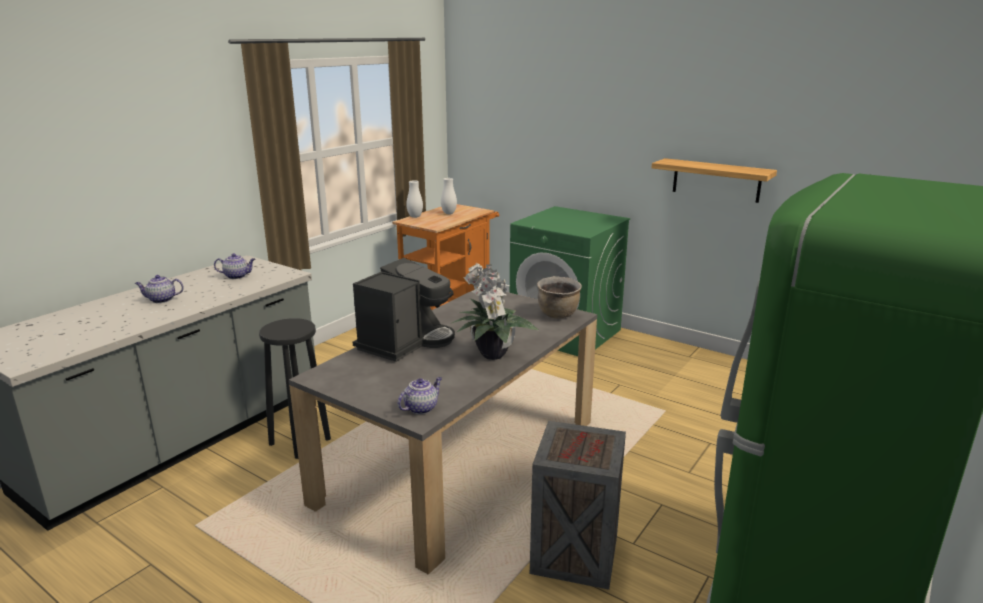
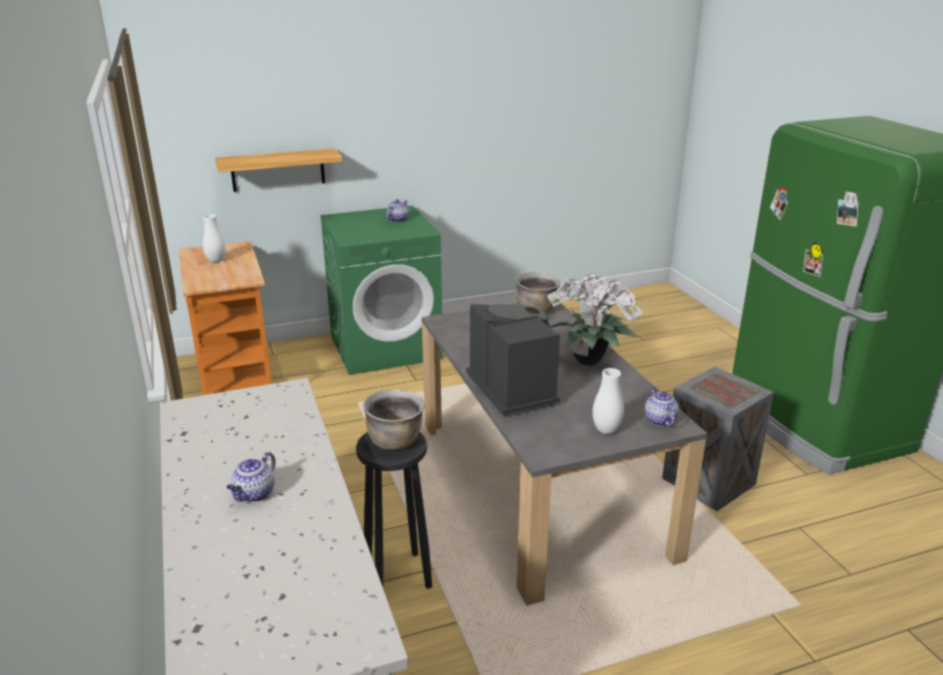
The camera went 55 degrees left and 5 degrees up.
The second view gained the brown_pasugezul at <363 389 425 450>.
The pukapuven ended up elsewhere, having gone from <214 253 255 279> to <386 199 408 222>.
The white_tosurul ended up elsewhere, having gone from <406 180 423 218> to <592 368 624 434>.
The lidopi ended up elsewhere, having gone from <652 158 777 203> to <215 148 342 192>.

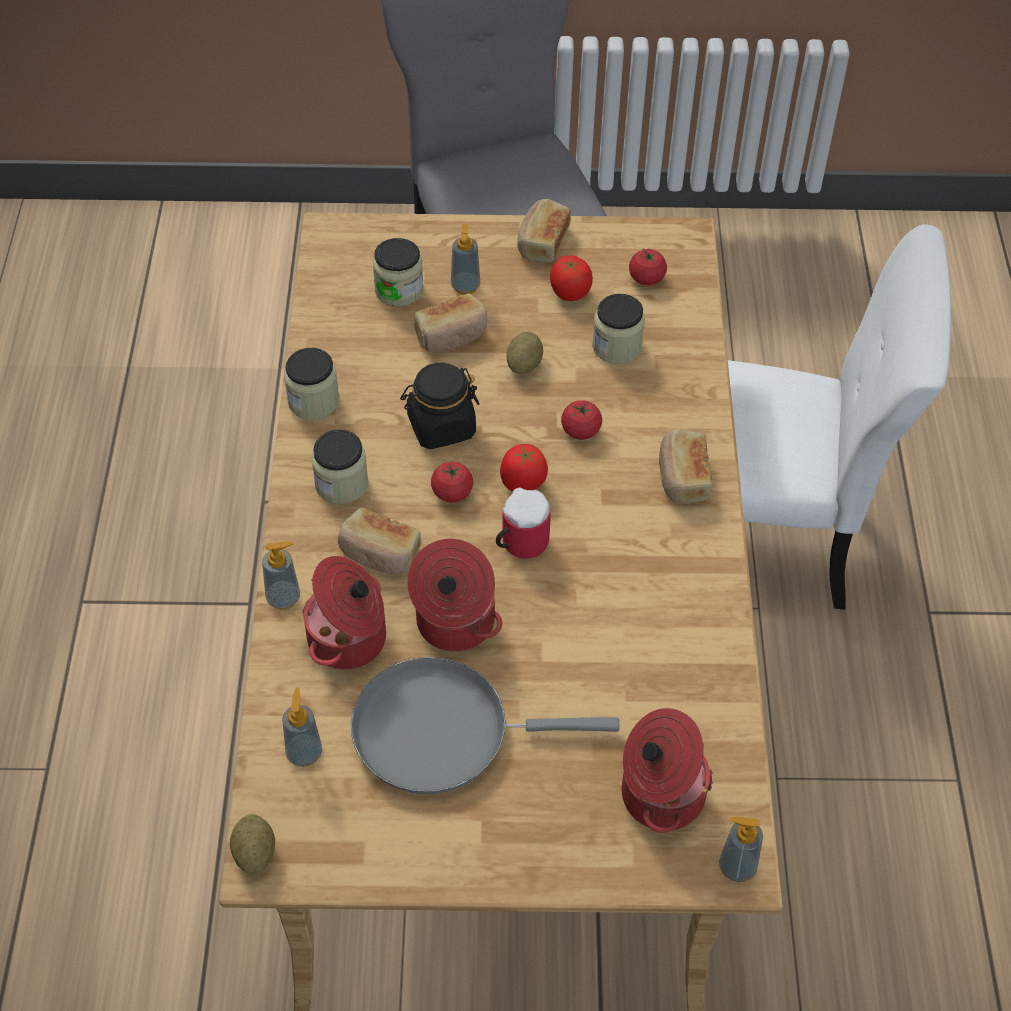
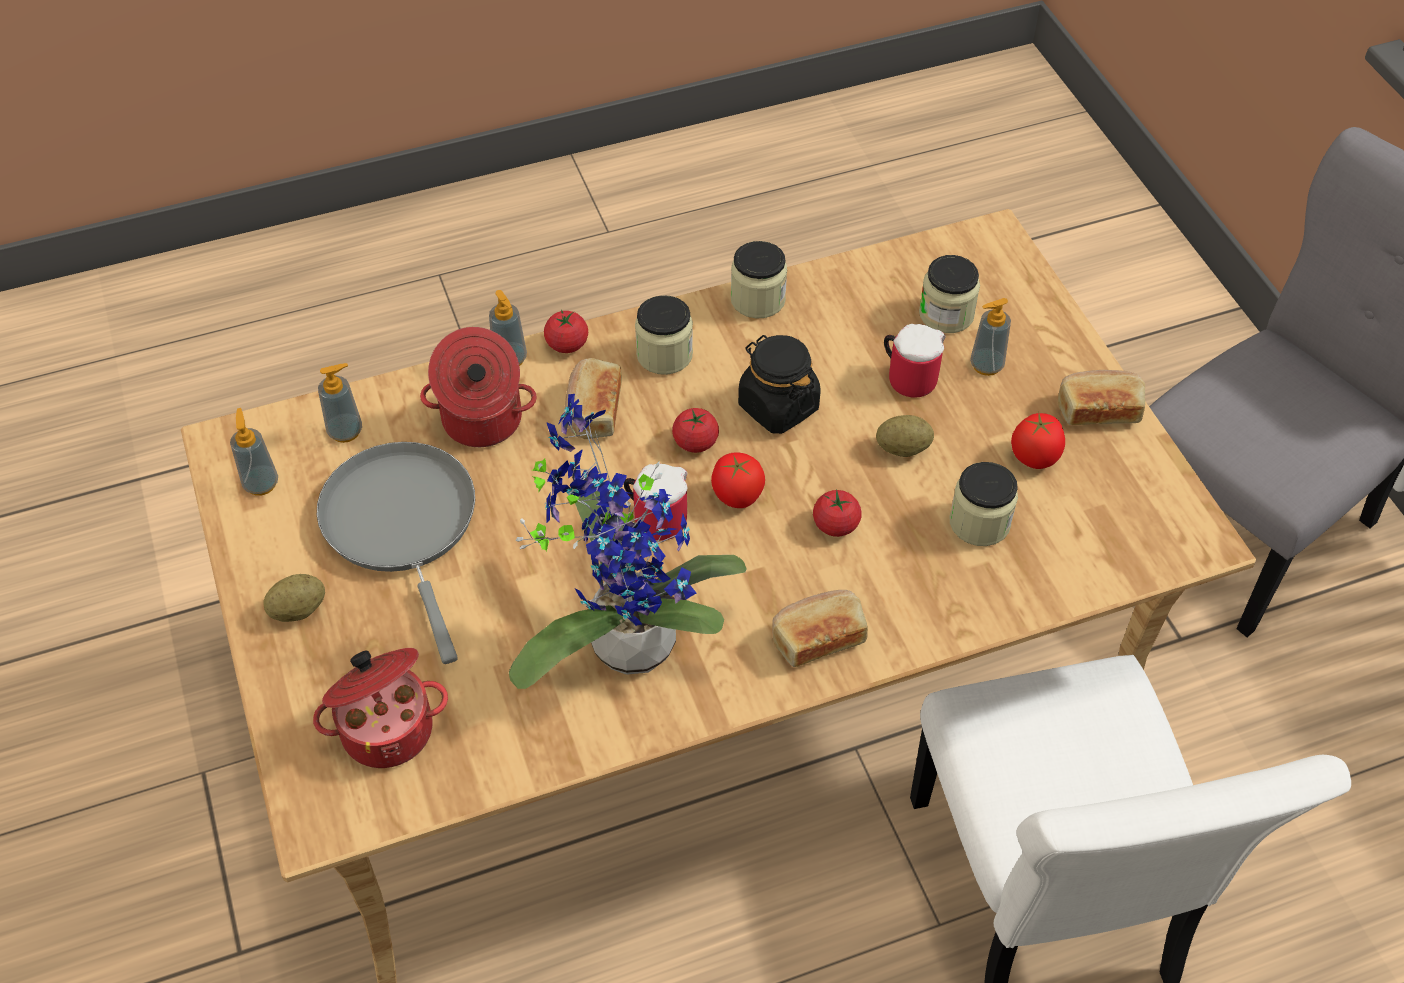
The camera went 70 degrees right and 0 degrees up.
The second view lost the pasugezul at <407 539 502 652>.
The second view gained the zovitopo at <509 394 747 689>.
The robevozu ended up elsewhere, having gone from <230 814 275 874> to <263 574 325 622>.
The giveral ended up elsewhere, having gone from <629 249 667 285> to <544 309 588 353>.
The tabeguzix ended up elsewhere, having gone from <719 817 763 882> to <230 408 278 496>.
Where the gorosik stood at <414 293 487 353>, the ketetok came to stand at <884 324 945 398>.

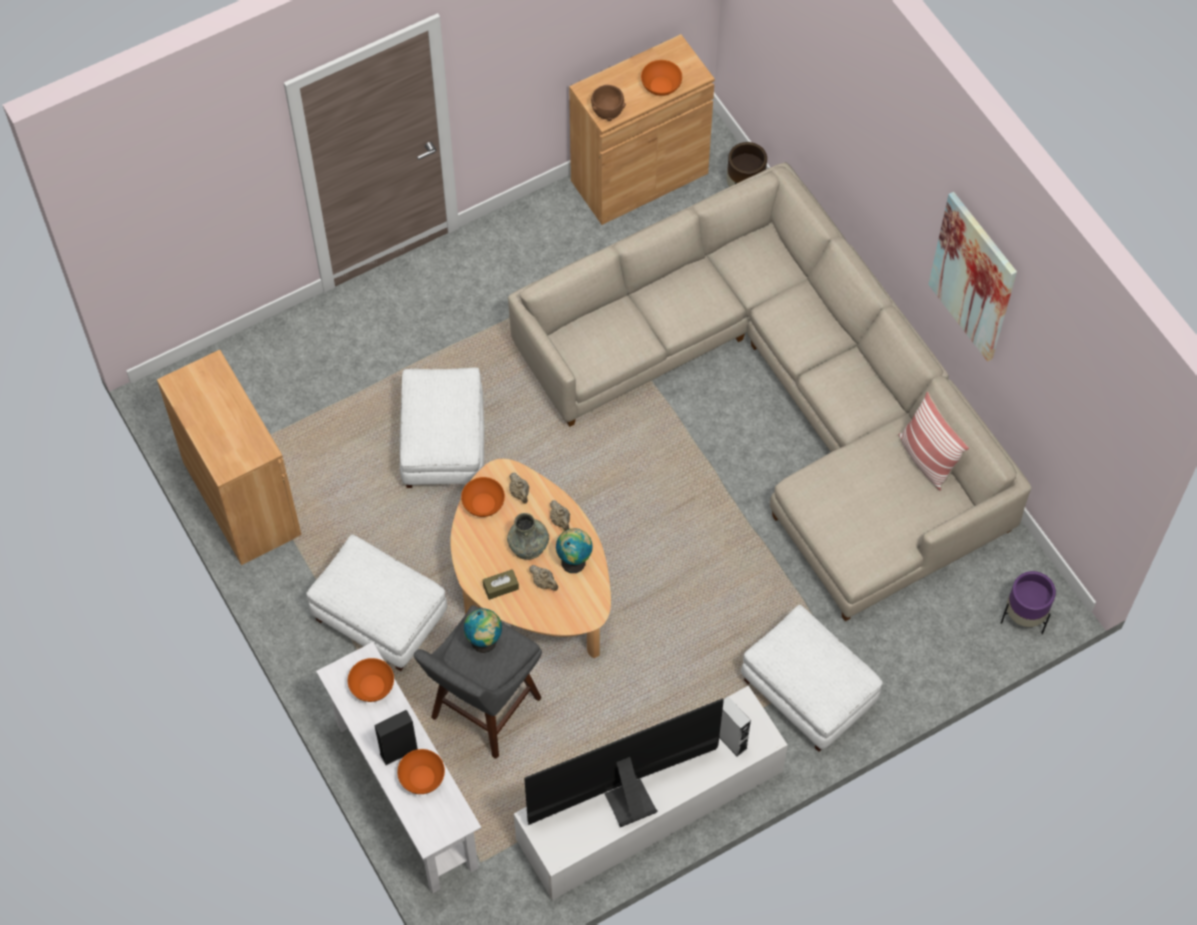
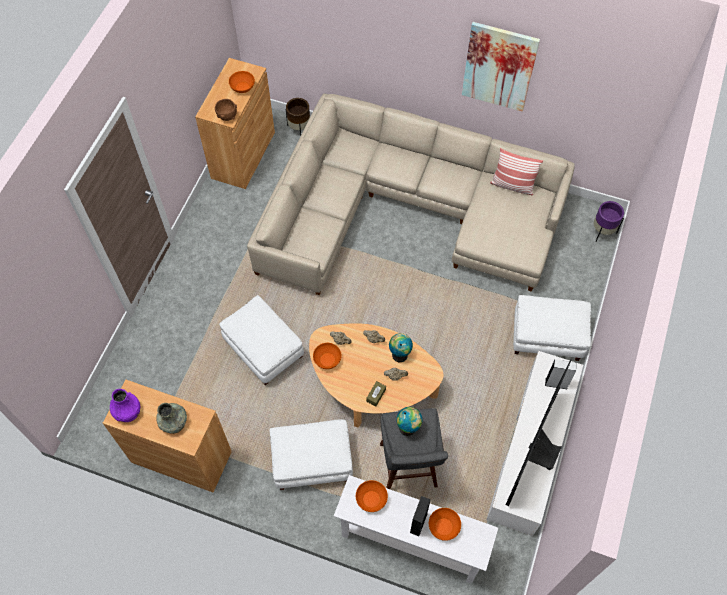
The camera went 40 degrees left and 0 degrees up.
The second view gained the purple_tosurul at <110 389 140 422>.
The grey_tosurul ended up elsewhere, having gone from <507 513 549 560> to <156 403 187 434>.

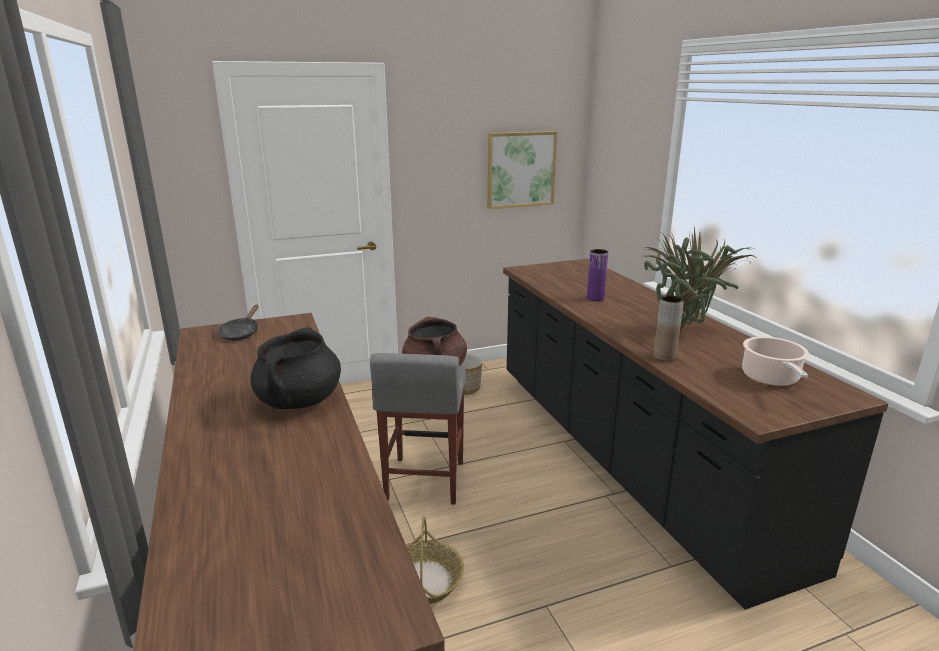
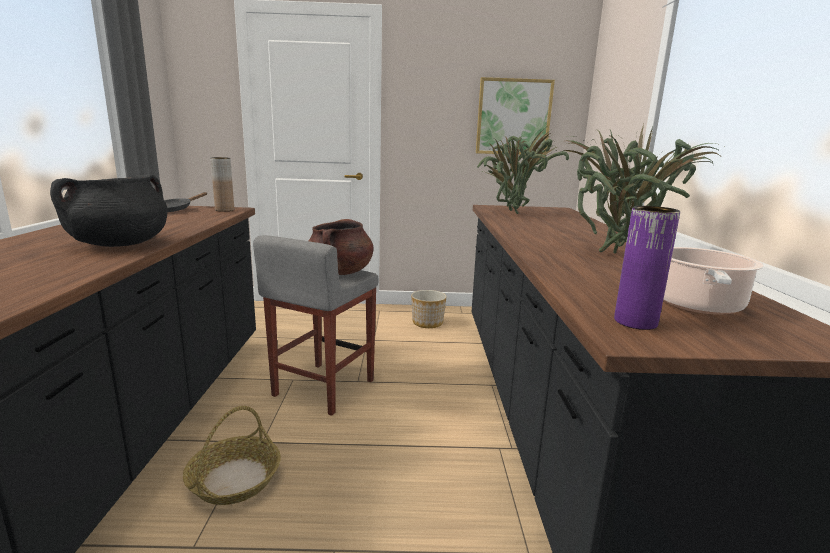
The camera went 20 degrees right and 5 degrees down.
The second view gained the zovitopo at <477 128 569 214>.
The purple_tosurul ended up elsewhere, having gone from <587 249 608 301> to <614 206 680 330>.
The brown_tosurul ended up elsewhere, having gone from <653 295 684 361> to <210 157 234 211>.

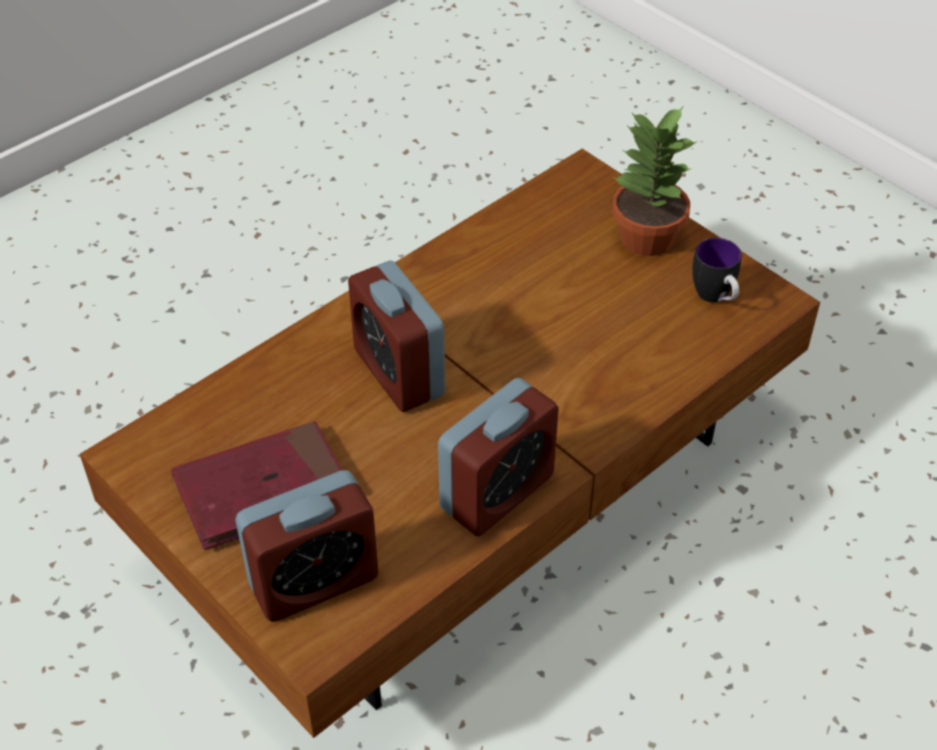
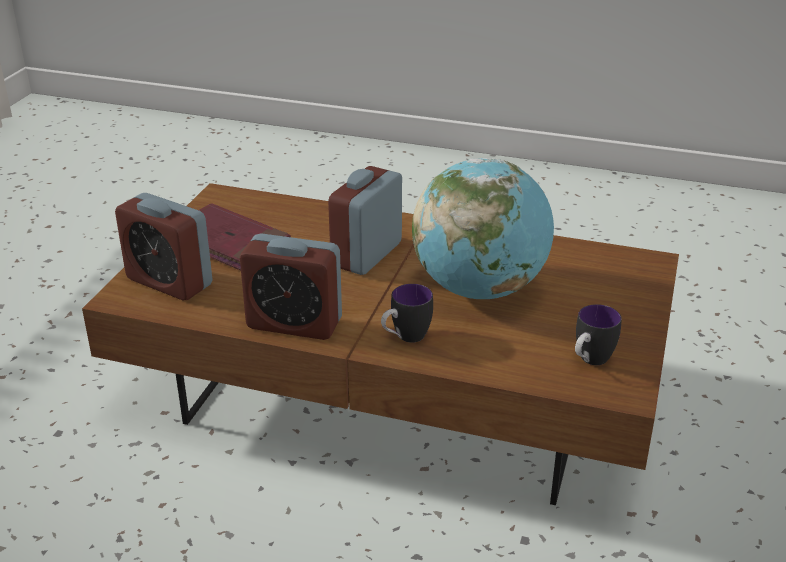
The camera went 60 degrees right and 15 degrees down.
The second view lost the zovitopo at <612 107 698 256>.
The second view gained the ketetok at <381 284 433 343>.
The second view gained the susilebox at <412 158 554 299>.

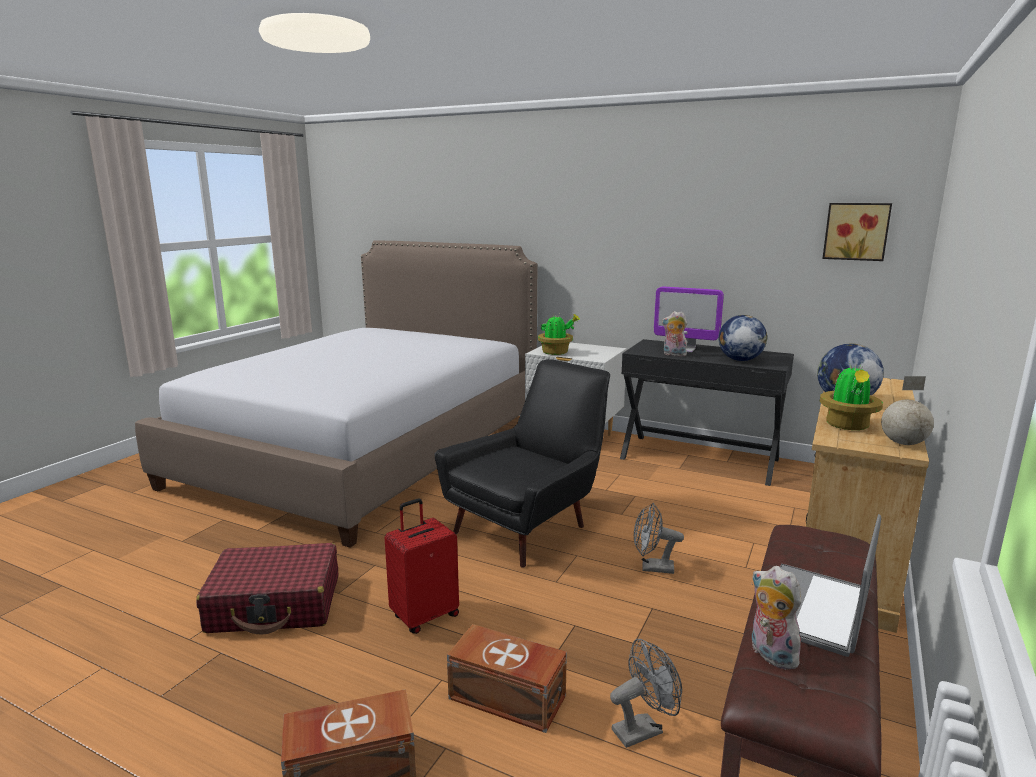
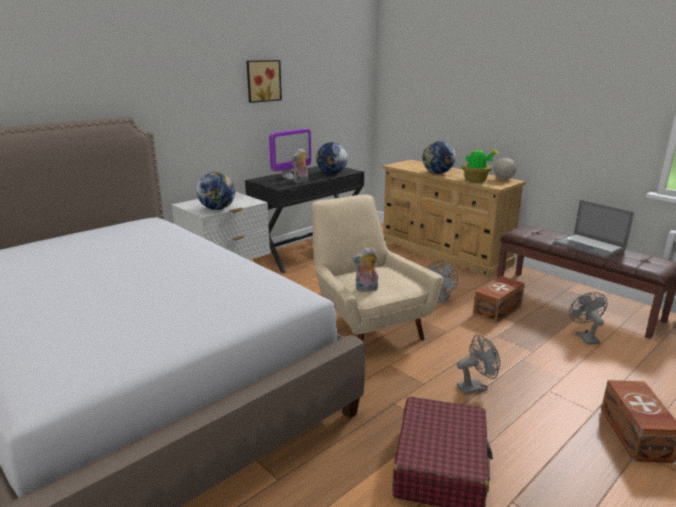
The camera went 70 degrees left and 5 degrees up.
The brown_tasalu ended up elsewhere, having gone from <447 624 567 733> to <473 276 525 323>.
The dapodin ended up elsewhere, having gone from <751 566 806 670> to <352 247 378 292>.
The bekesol ended up elsewhere, having gone from <822 203 892 261> to <246 60 282 103>.
Where the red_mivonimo stood at <385 499 459 634>, the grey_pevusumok came to stand at <457 335 500 395>.
Where the zovitopo stood at <538 313 580 355>, the susilebox came to stand at <196 172 235 210>.
What was the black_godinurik at <435 359 610 568> turned into the beige_godinurik at <312 194 444 341>.

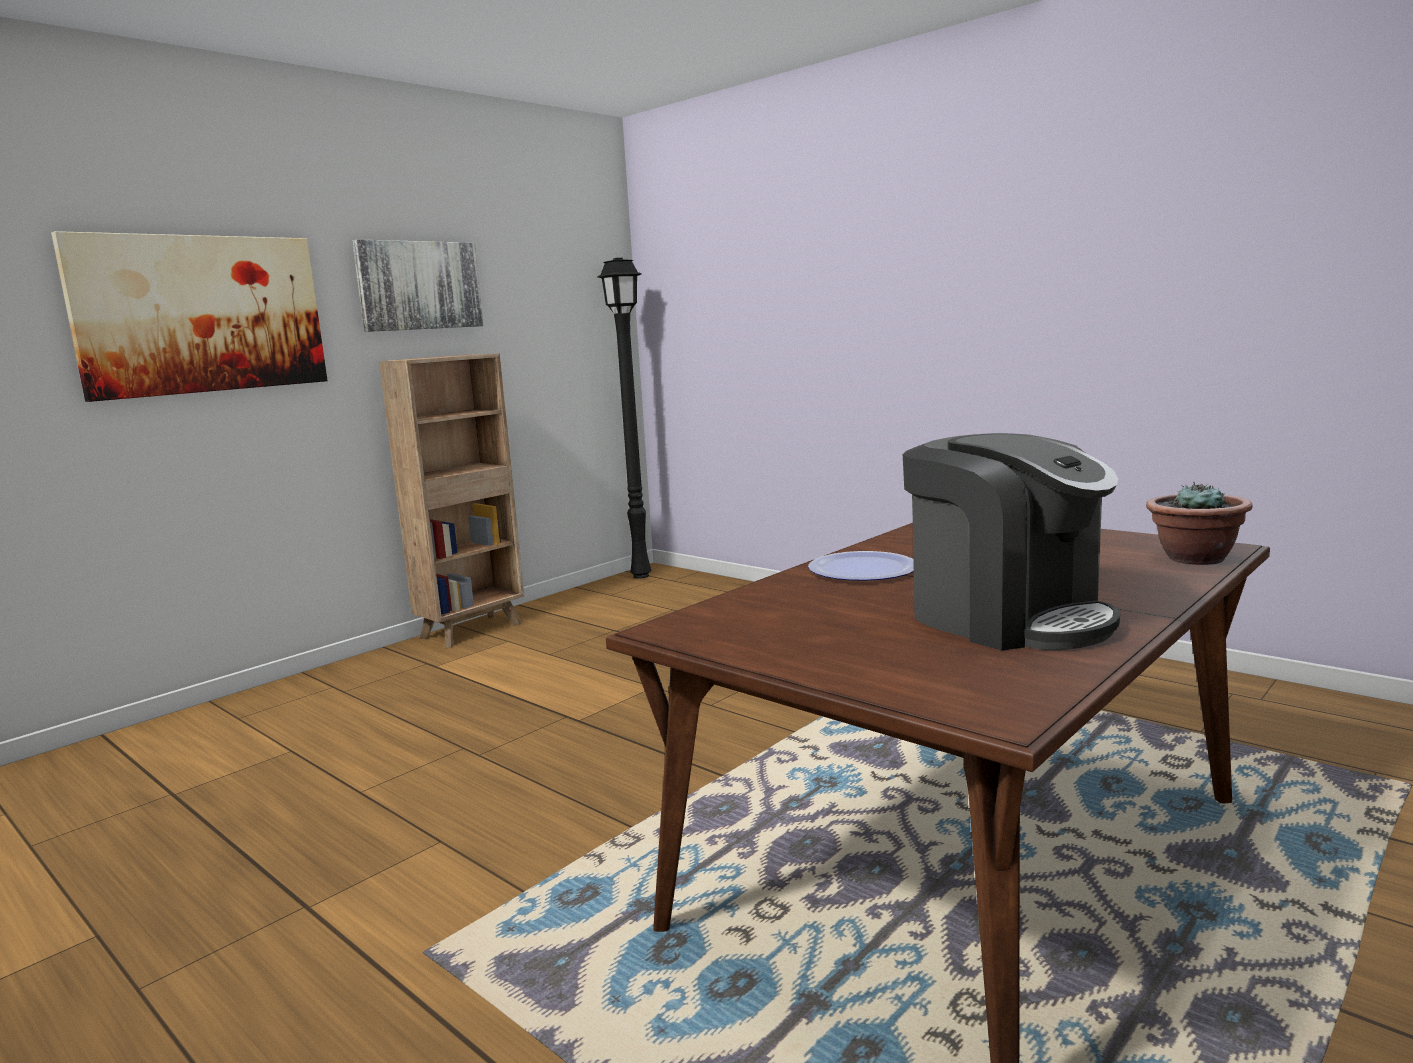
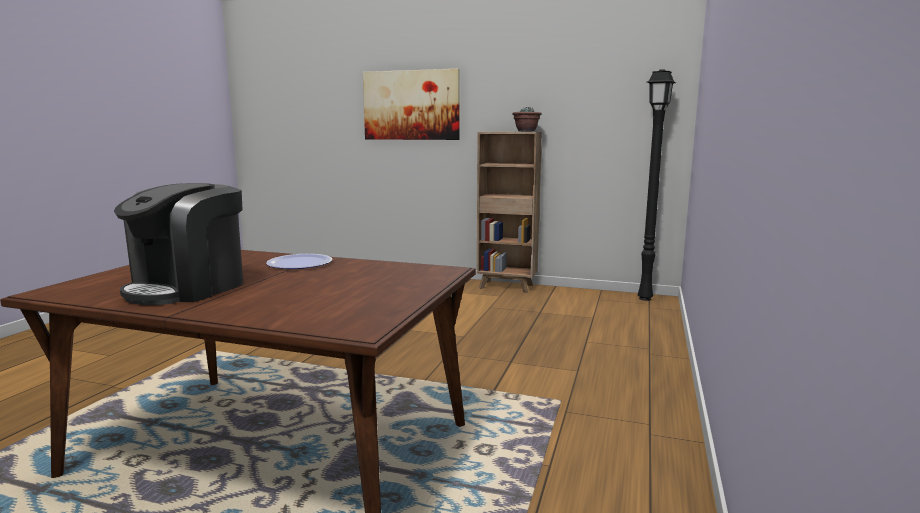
The camera went 65 degrees right and 0 degrees up.
The second view lost the bekesol at <352 239 484 332>.
The zovitopo ended up elsewhere, having gone from <1146 482 1253 565> to <512 107 542 132>.

